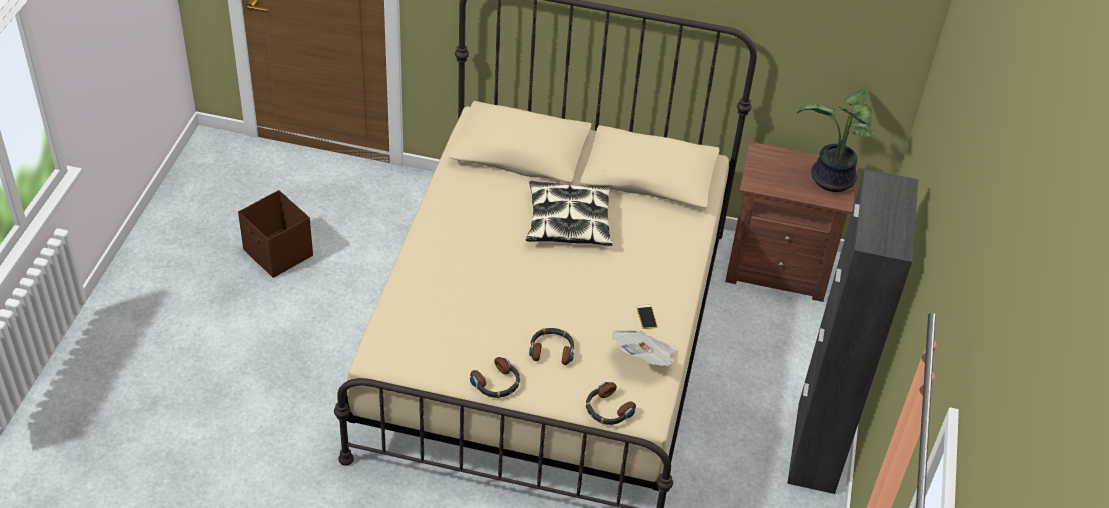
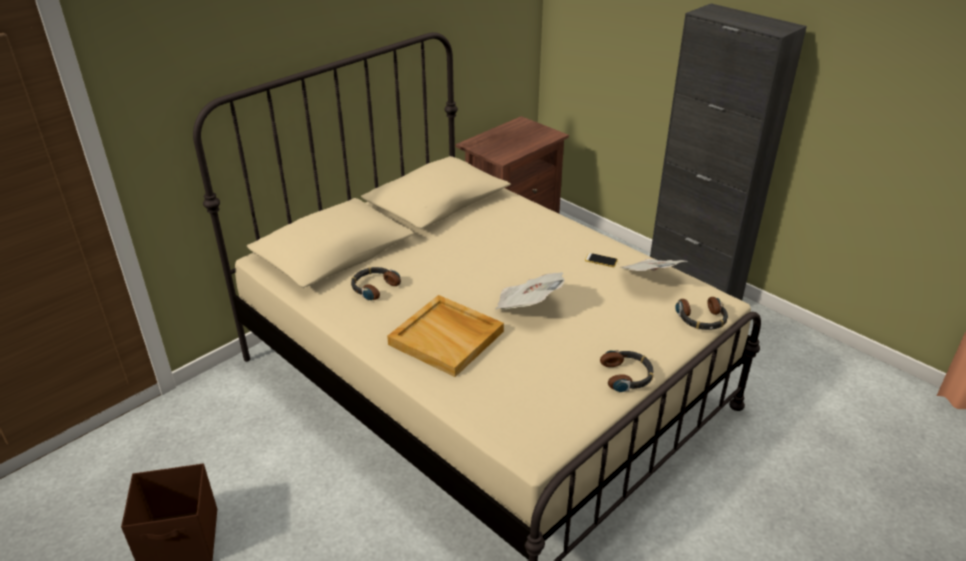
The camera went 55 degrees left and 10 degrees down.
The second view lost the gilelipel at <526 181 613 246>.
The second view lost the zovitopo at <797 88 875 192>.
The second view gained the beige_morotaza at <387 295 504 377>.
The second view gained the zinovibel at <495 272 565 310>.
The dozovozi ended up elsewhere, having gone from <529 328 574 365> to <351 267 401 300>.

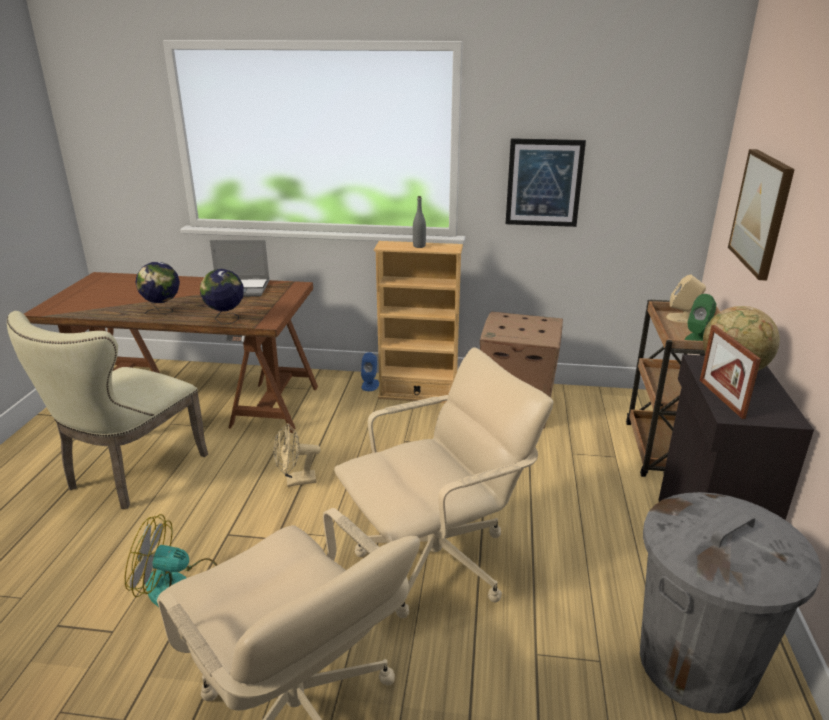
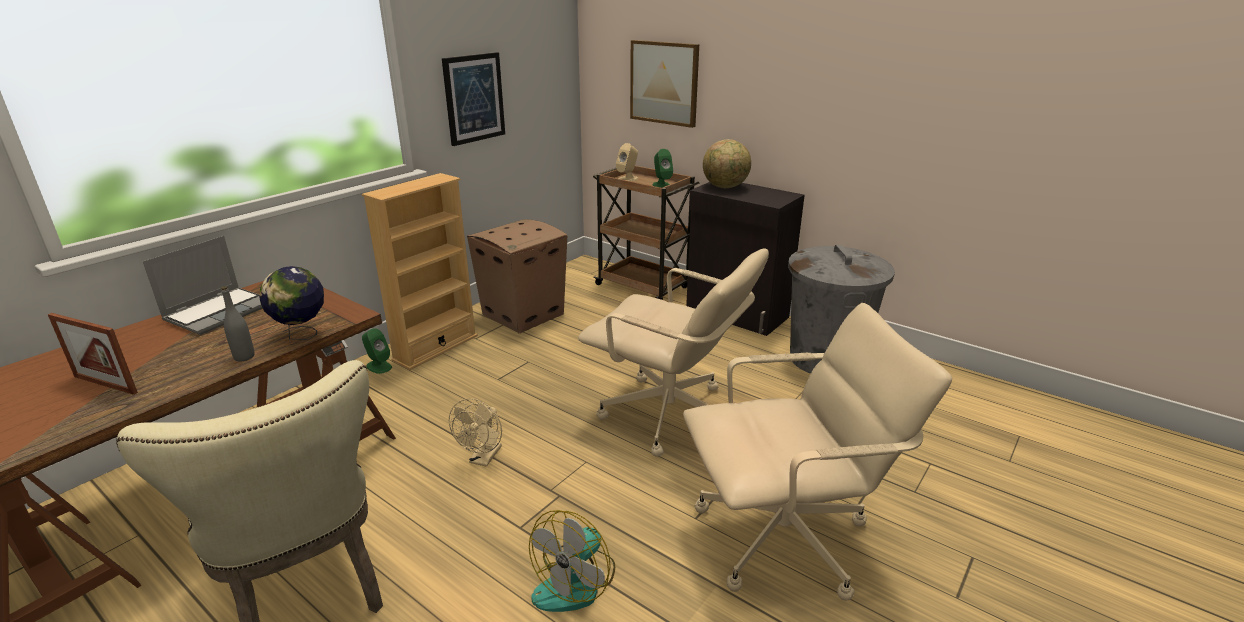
The camera went 60 degrees left and 0 degrees up.
The second view lost the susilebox at <135 262 180 314>.
The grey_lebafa ended up elsewhere, having gone from <413 196 426 248> to <221 287 255 361>.
The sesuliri ended up elsewhere, having gone from <700 325 761 419> to <48 313 138 395>.
What was the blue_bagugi at <361 352 379 391> turned into the green_bagugi at <362 328 392 374>.
The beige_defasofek at <334 347 554 618> ended up facing another way, 120 degrees clockwise from before.

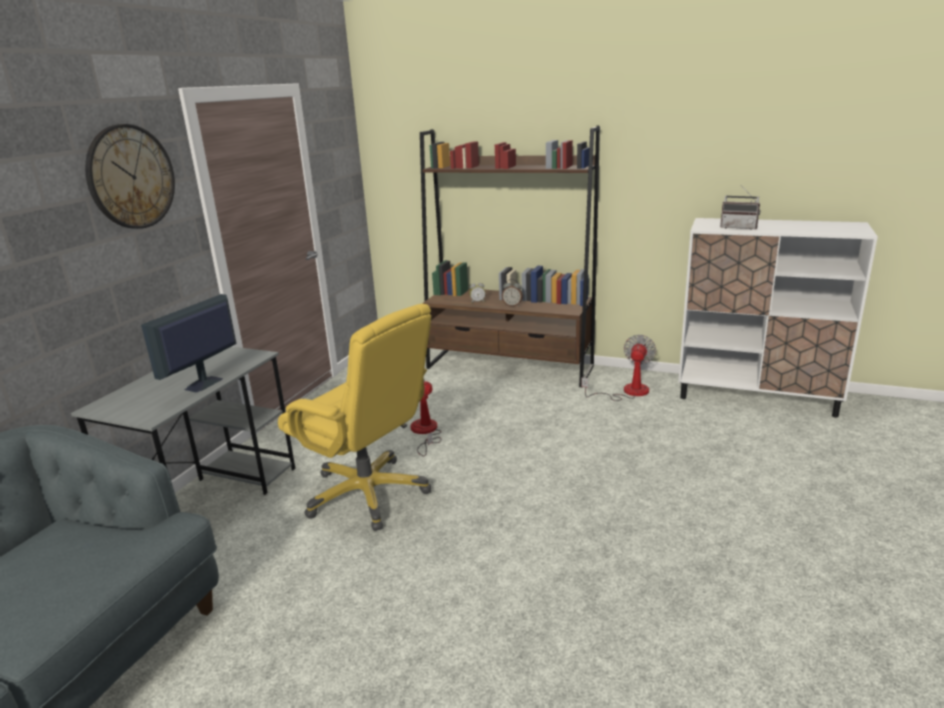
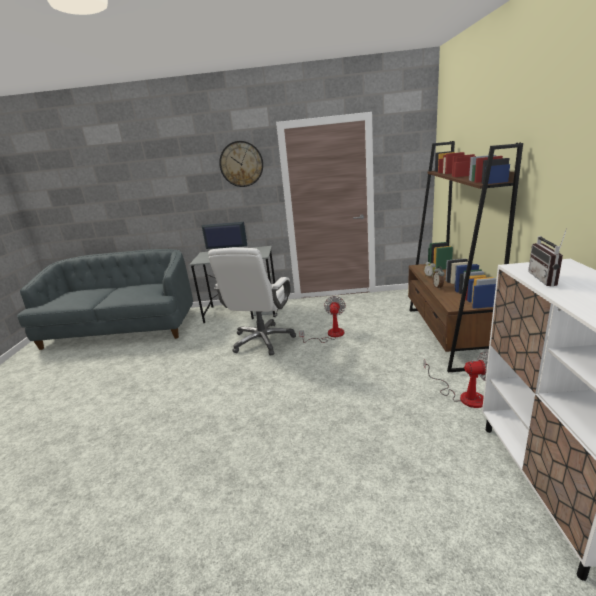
The camera went 70 degrees right and 0 degrees up.
What was the yellow_defasofek at <278 304 431 531> turned into the white_defasofek at <208 247 296 356>.

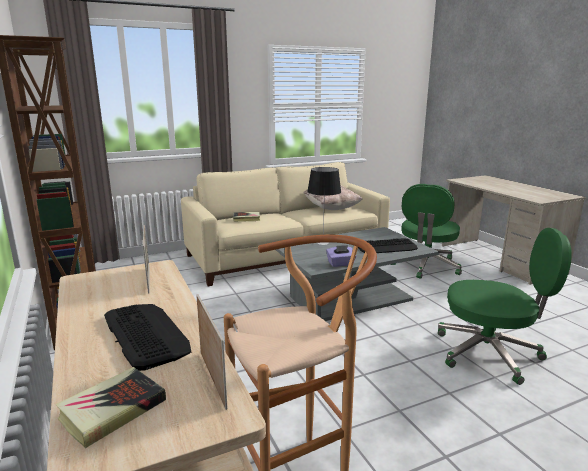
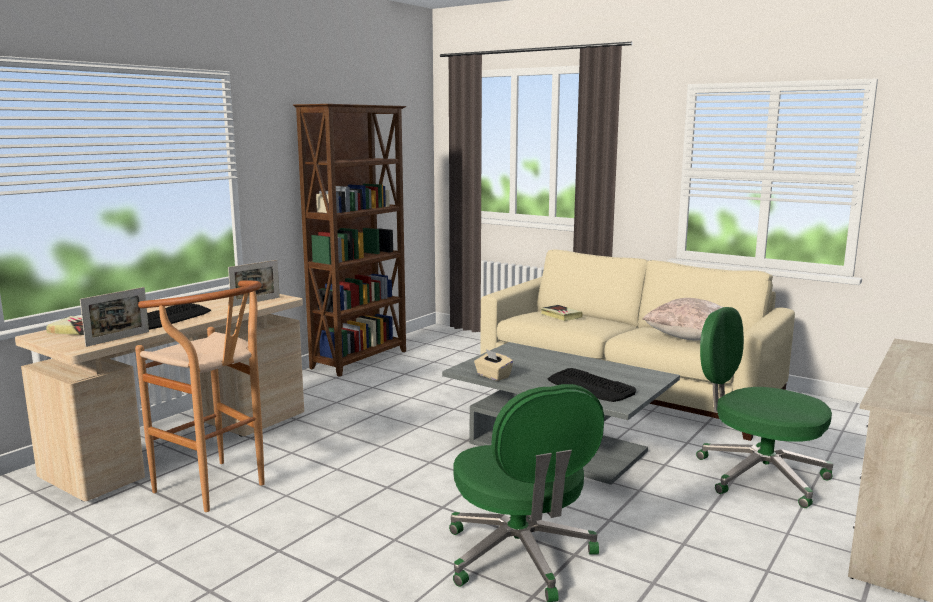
The camera went 60 degrees right and 5 degrees down.
The second view lost the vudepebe at <307 167 341 245>.
What was the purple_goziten at <326 245 356 267> turned into the beige_goziten at <474 349 513 381>.
The green_defasofek at <391 184 462 279> ended up facing another way, 45 degrees clockwise from before.

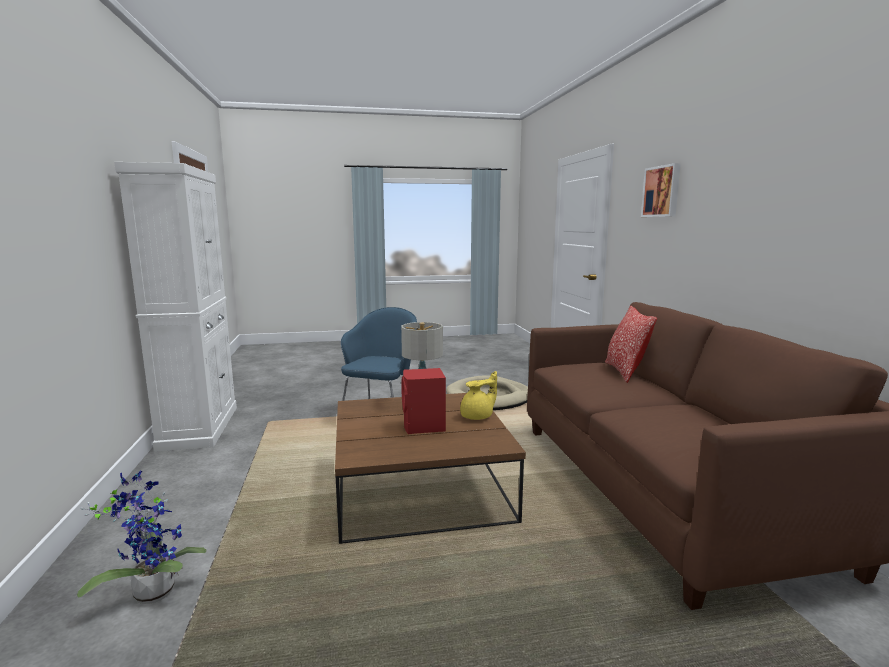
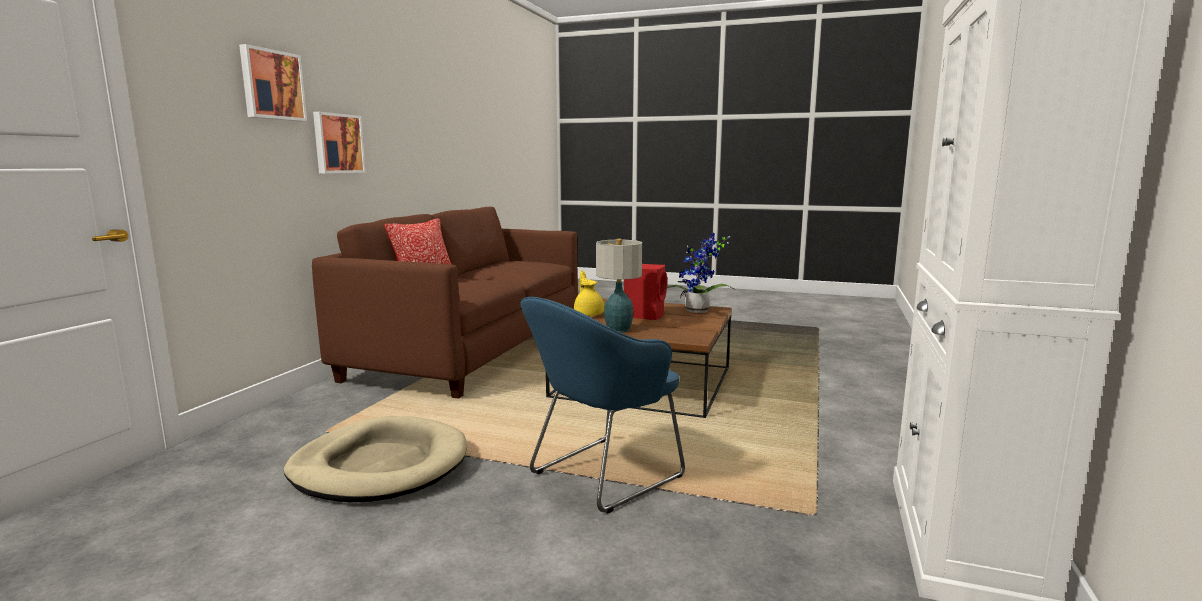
The camera went 150 degrees left and 0 degrees up.
The second view gained the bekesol at <313 112 366 173>.
The zovitopo ended up elsewhere, having gone from <77 471 207 604> to <667 232 734 313>.
The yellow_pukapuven at <460 371 497 420> ended up facing another way, 75 degrees clockwise from before.

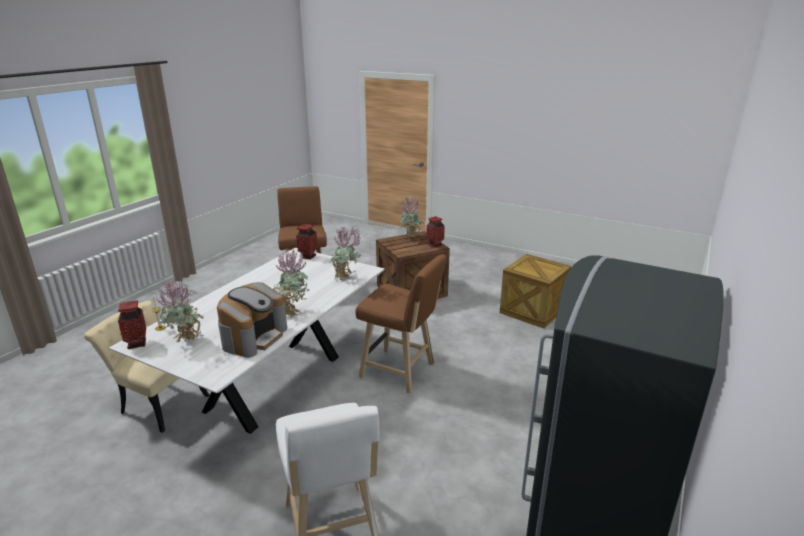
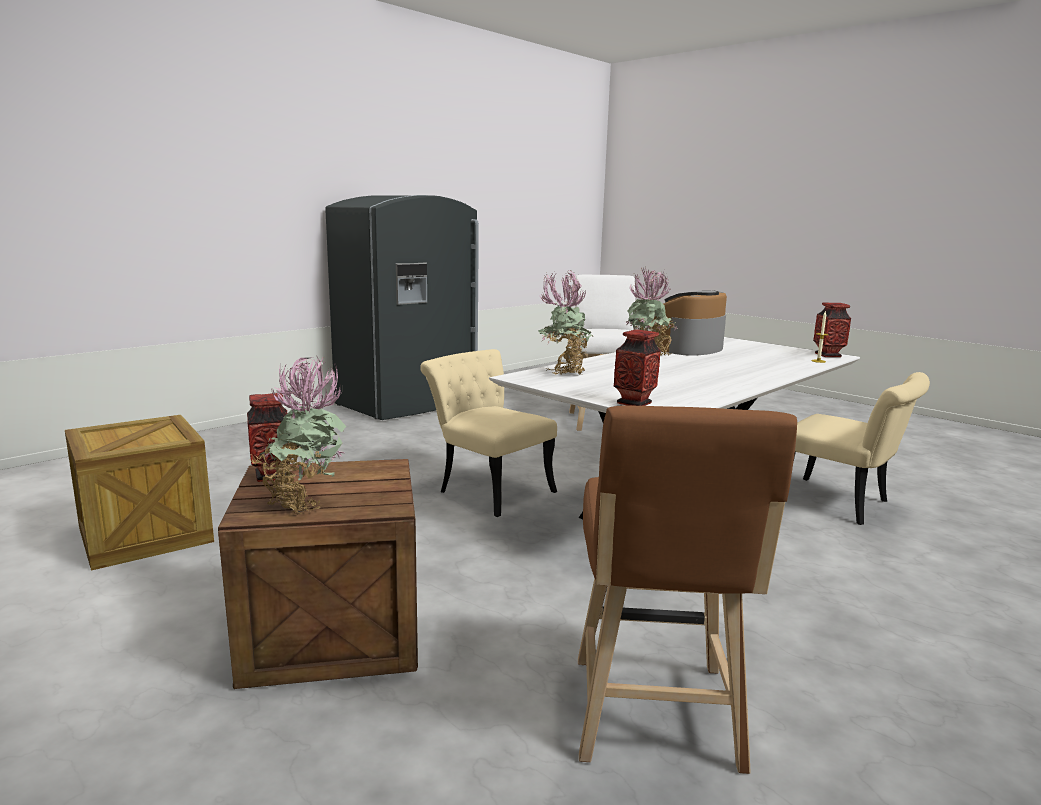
The camera went 165 degrees left and 10 degrees down.
The second view lost the zovitopo at <156 279 204 343>.
Where the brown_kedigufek stood at <355 255 447 393>, the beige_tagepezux came to stand at <420 349 557 517>.

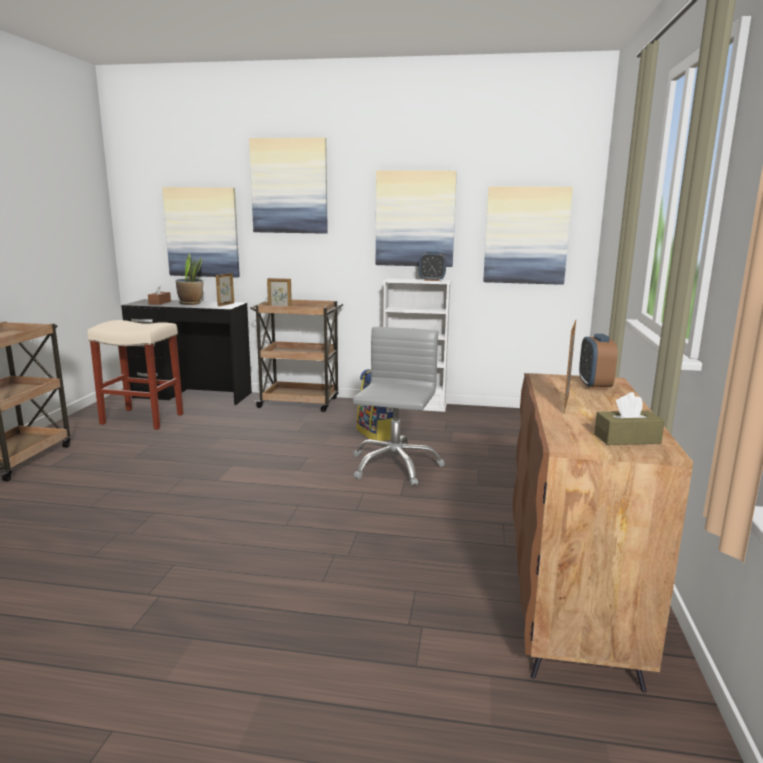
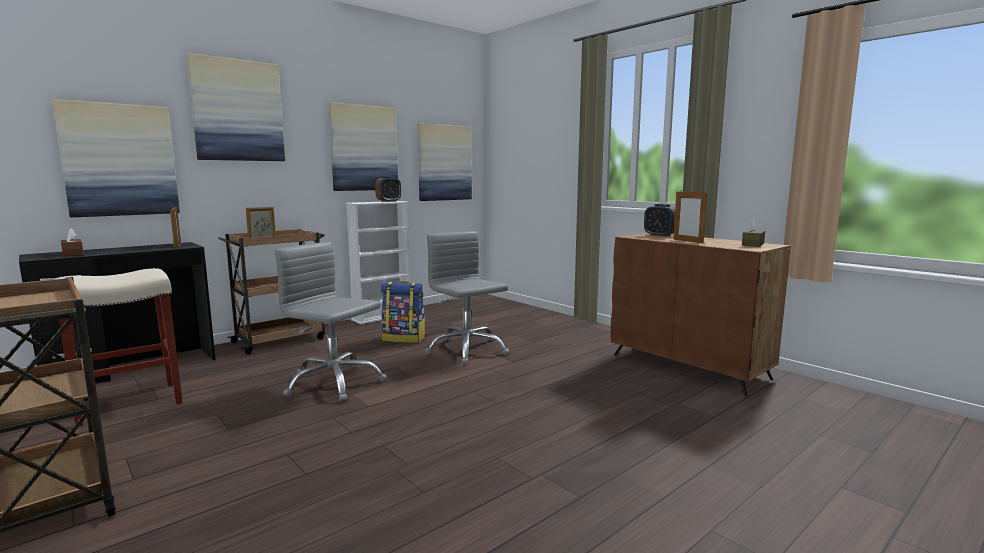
The camera went 50 degrees left and 5 degrees down.
The second view lost the zovitopo at <176 253 203 305>.
The second view gained the grey_defasofek at <275 242 386 402>.

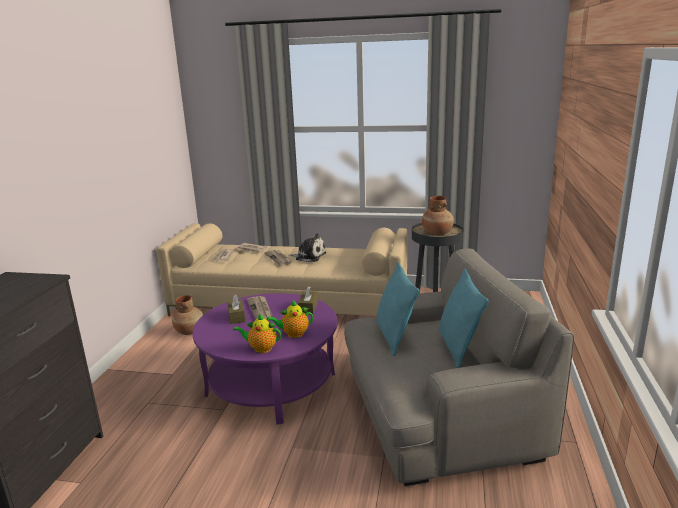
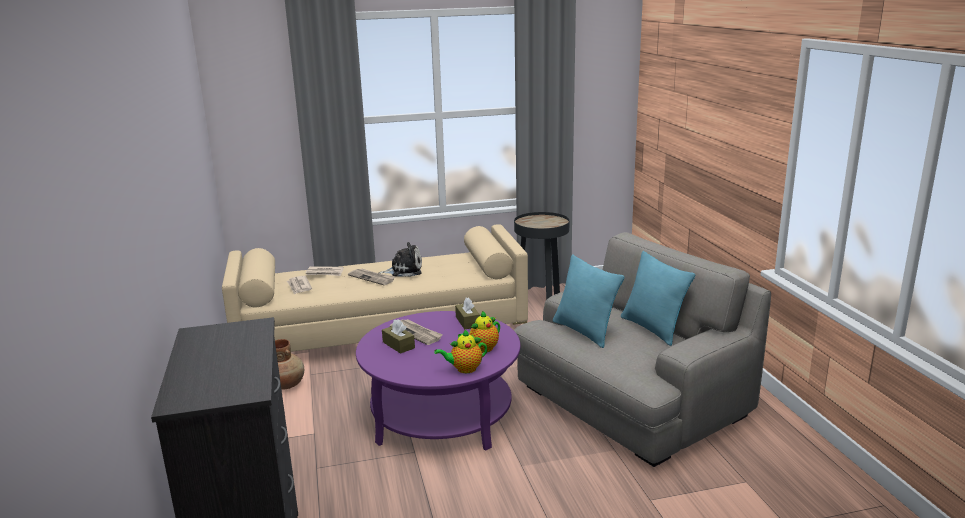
The camera went 25 degrees left and 0 degrees up.
The second view lost the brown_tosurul at <422 196 454 235>.

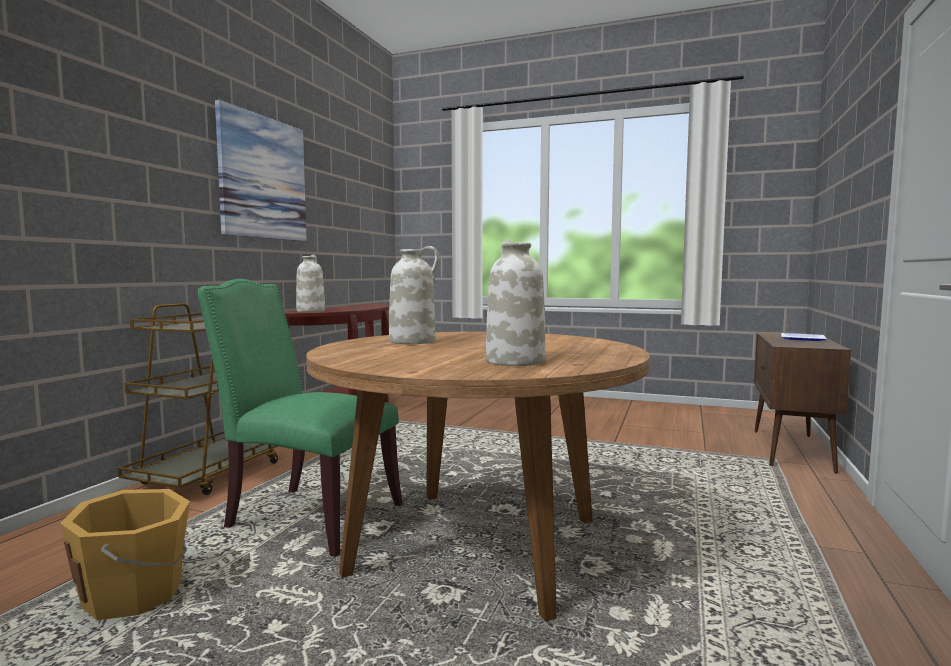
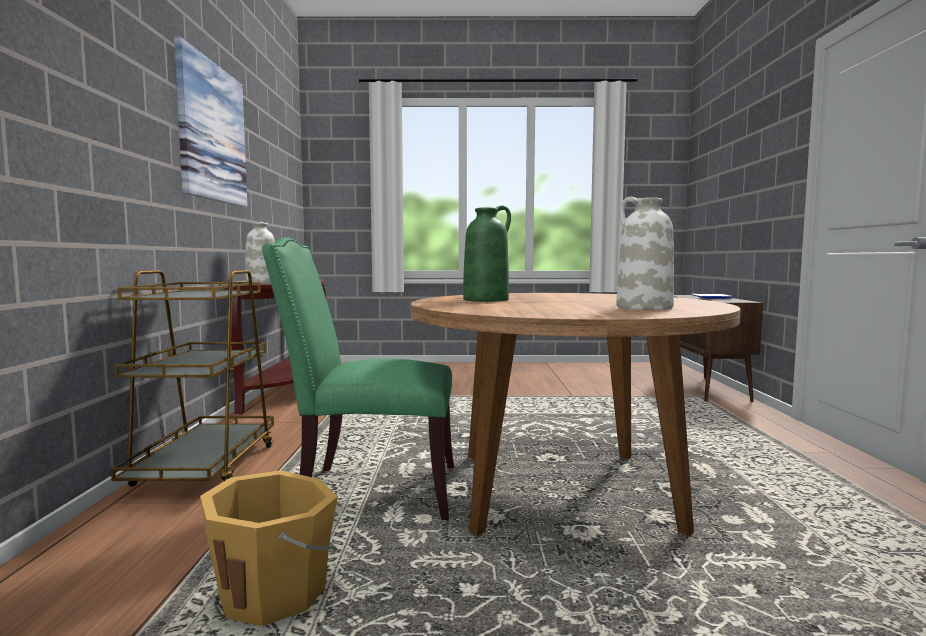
The camera went 20 degrees left and 0 degrees up.
What was the white_tosurul at <389 246 439 344> turned into the green_tosurul at <463 205 511 302>.

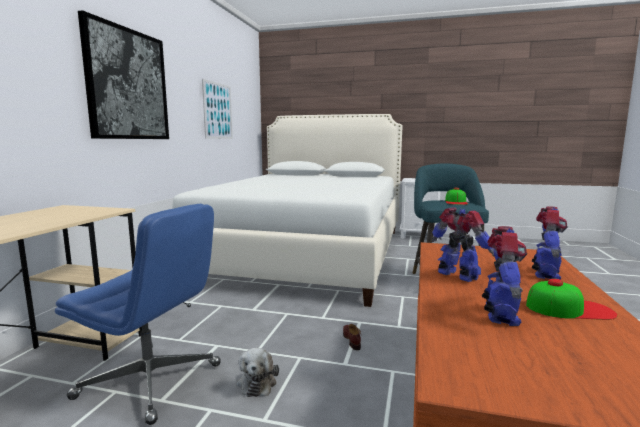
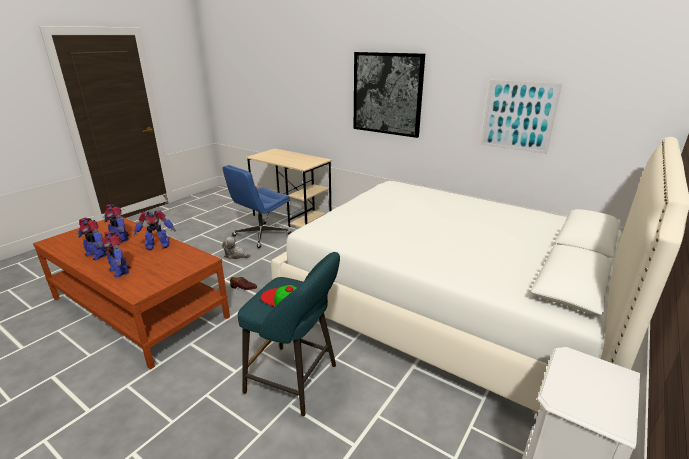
The camera went 110 degrees right and 15 degrees up.
Where the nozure stood at <526 279 617 320>, the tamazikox came to stand at <78 218 107 260>.

